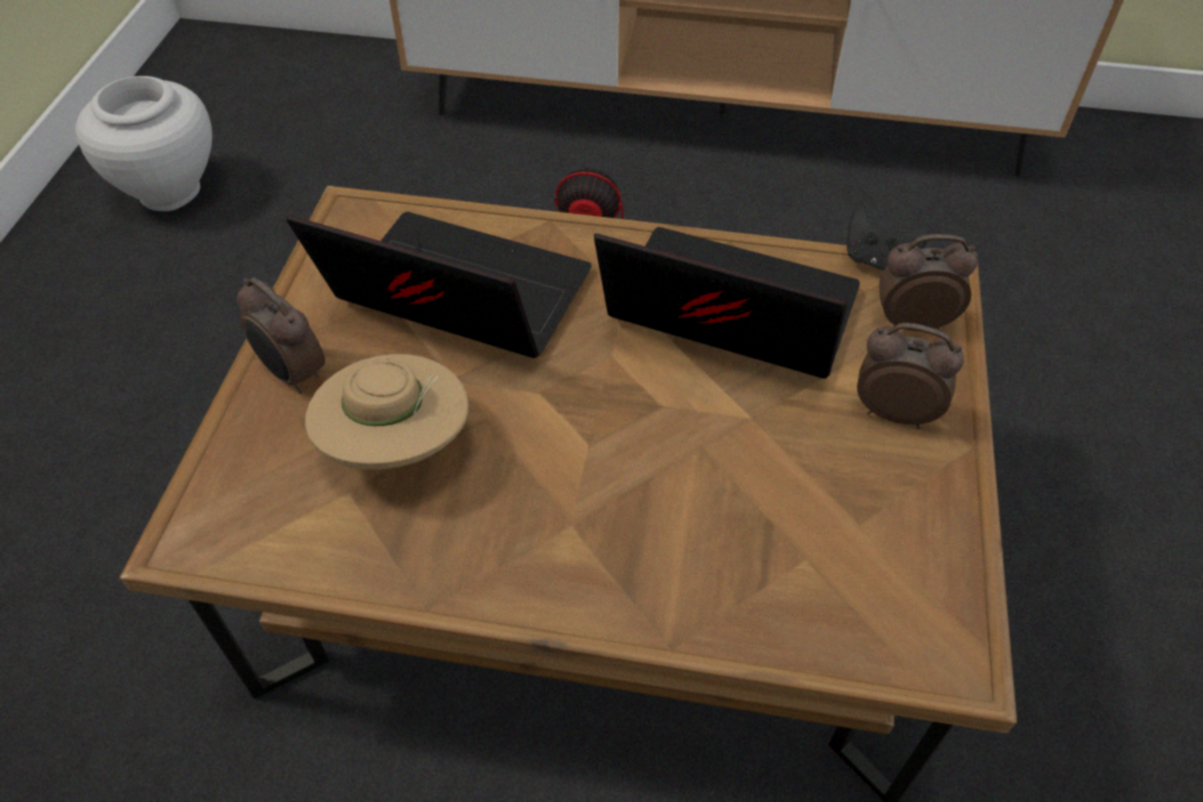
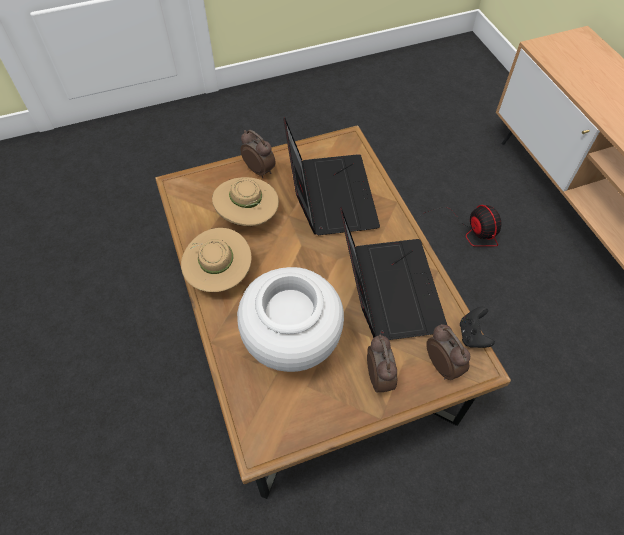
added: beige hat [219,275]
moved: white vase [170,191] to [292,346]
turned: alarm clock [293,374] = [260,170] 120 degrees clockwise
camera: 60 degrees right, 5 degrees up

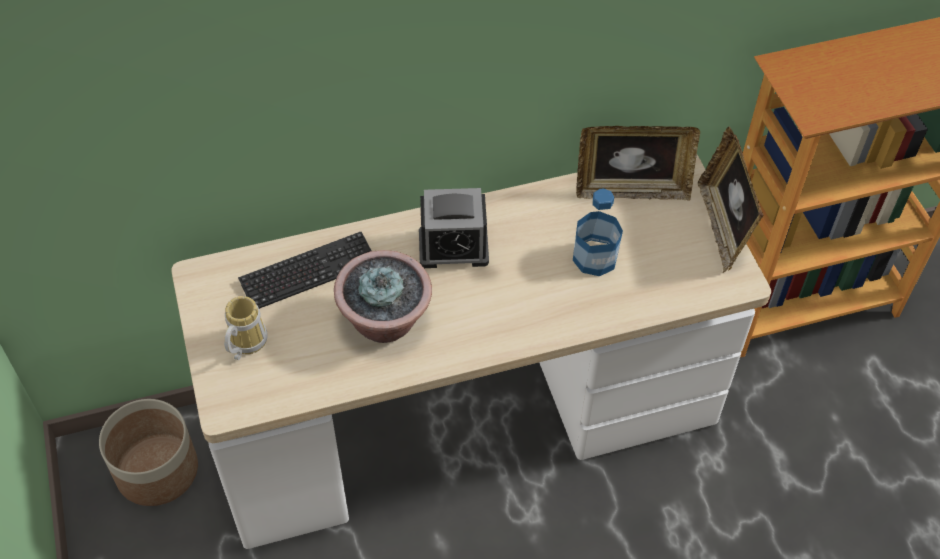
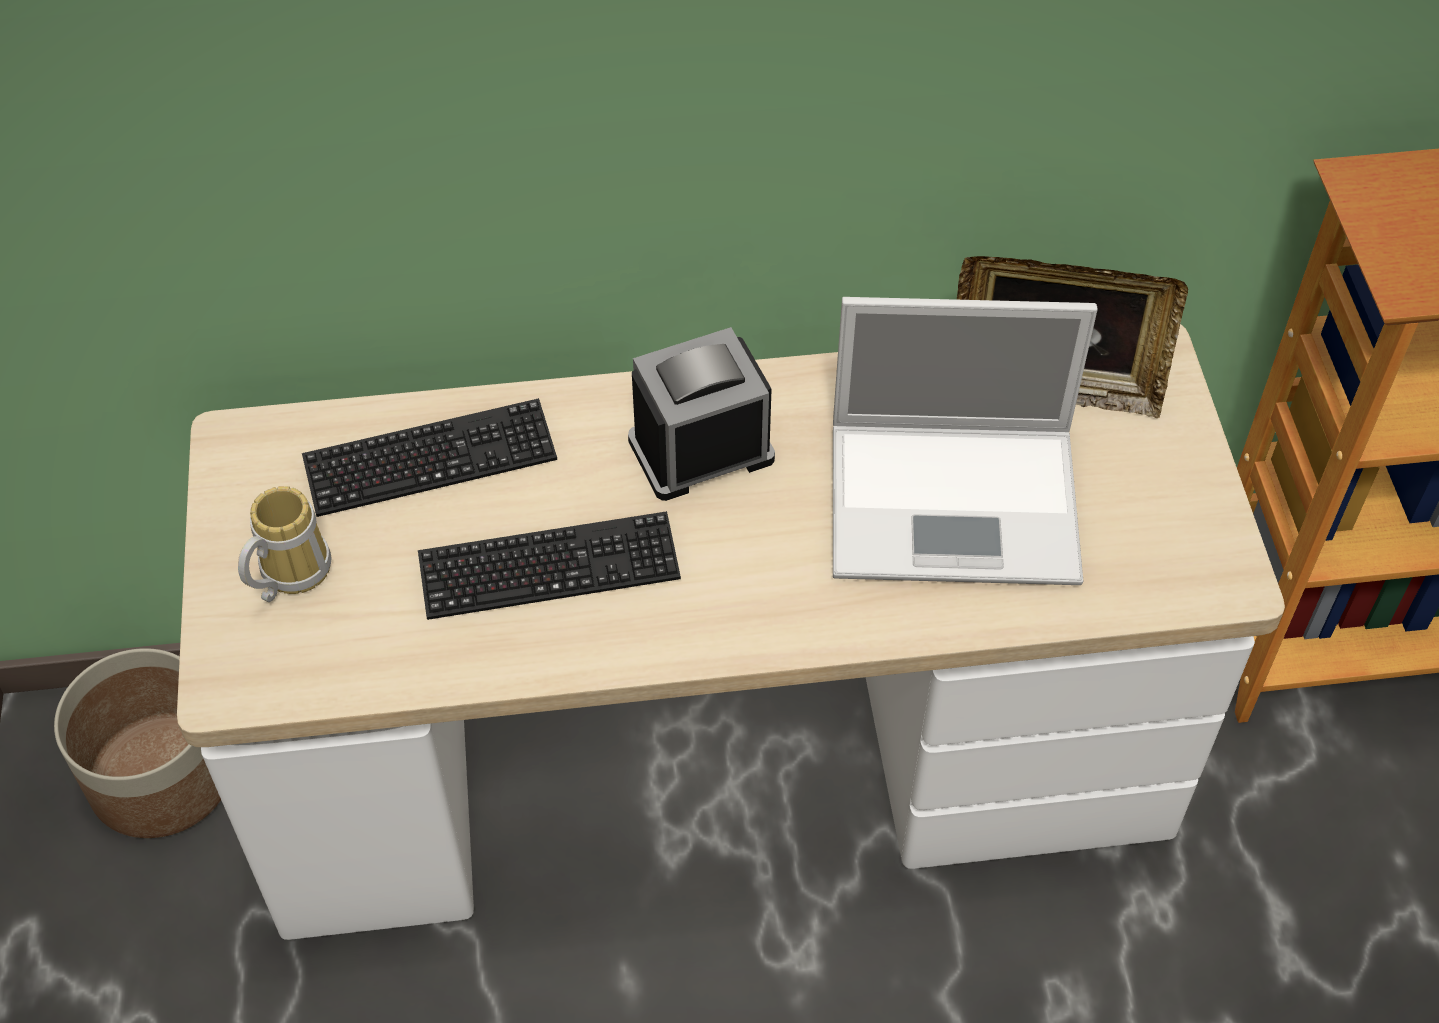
removed: picture frame [722,227]
replaced: bottle [595,258] to laptop [959,502]; potted plant [386,322] to keyboard [549,569]
turned: alarm clock [453,247] = [701,449] 150 degrees clockwise
camera: 10 degrees right, 0 degrees up

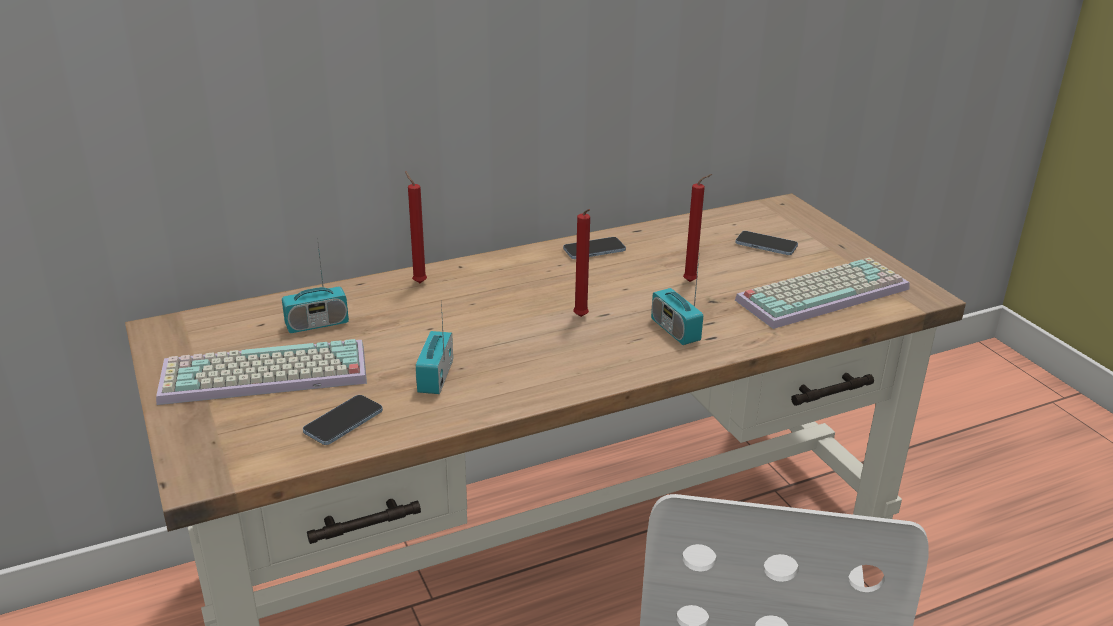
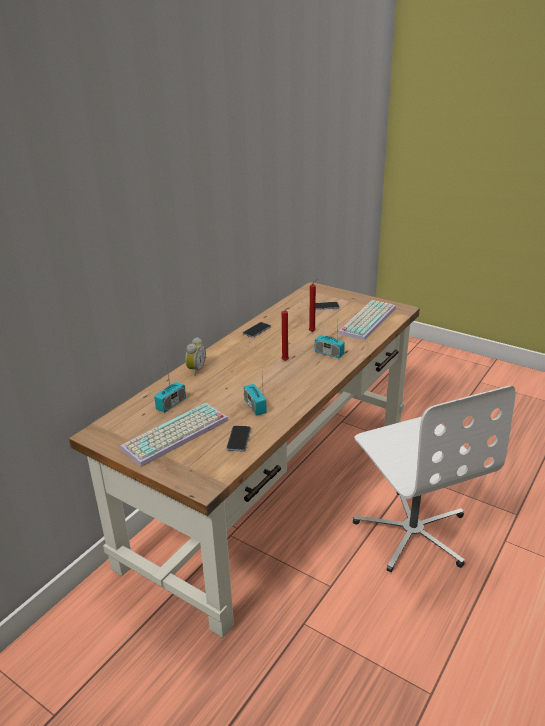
replaced: red candle [418,282] to alarm clock [195,370]
camera: 30 degrees left, 0 degrees up

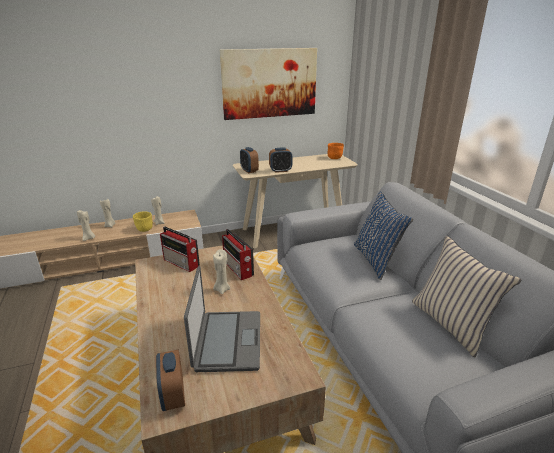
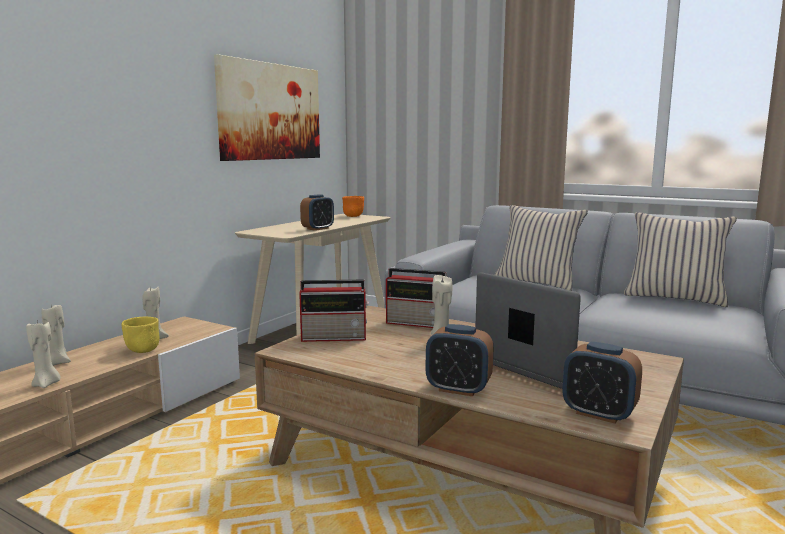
moved: alarm clock [249,171] to [458,389]
recoloured: blue pillow [376,260] to beige pillow [537,282]
camera: 40 degrees left, 15 degrees down

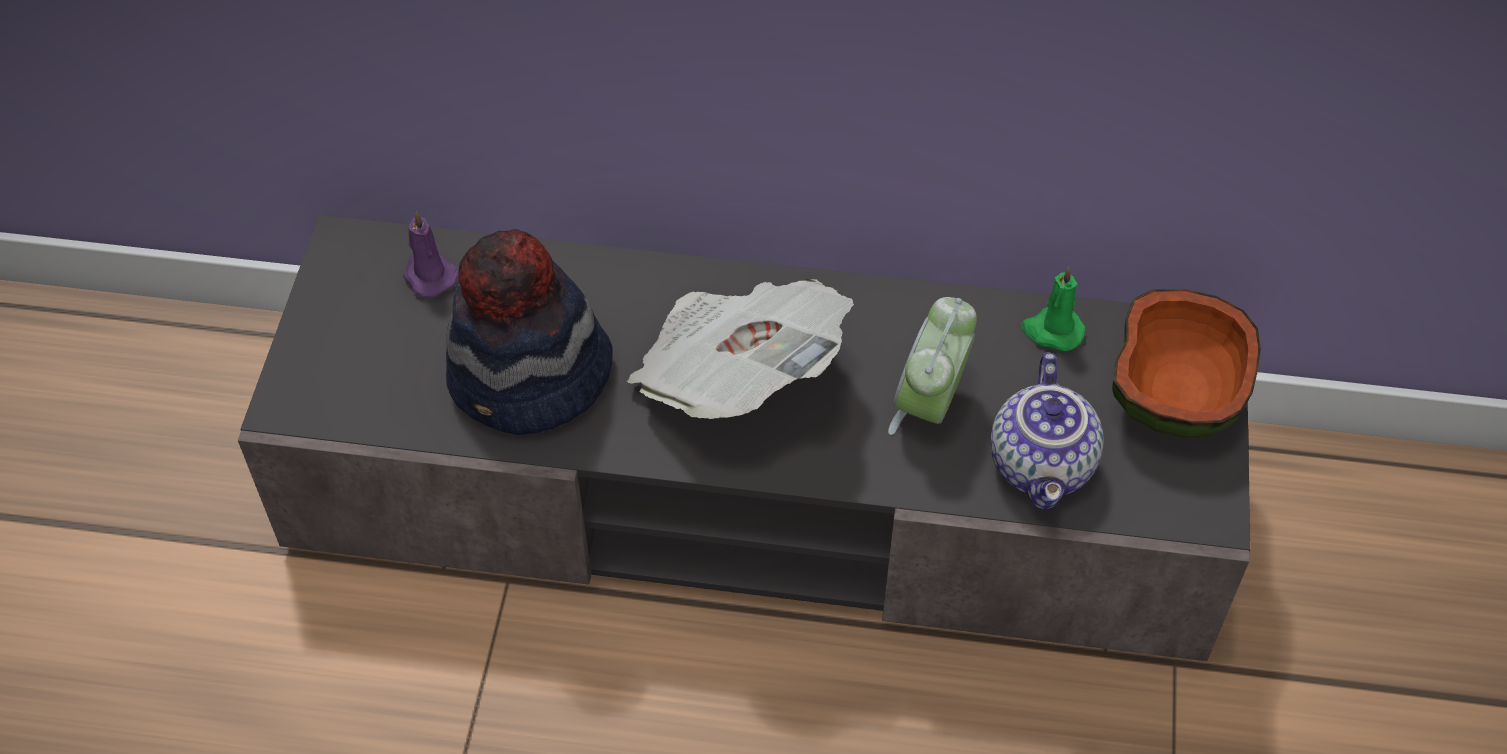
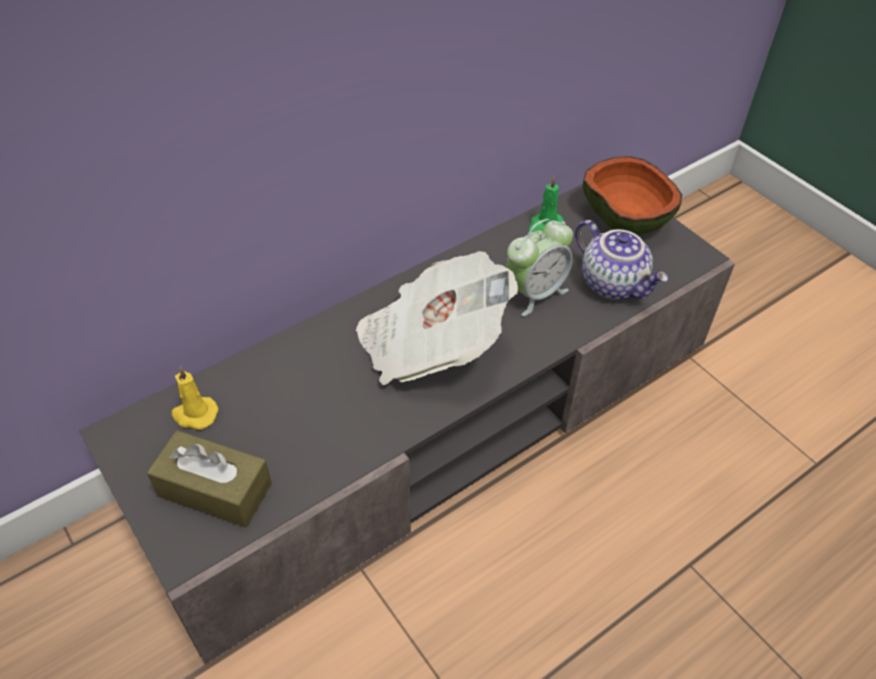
removed: hat [531,379]
added: brown tissue box [215,490]
recoloured: purple candle [429,275] to yellow candle [194,414]
turned: alarm clock [929,405] = [534,293] 105 degrees counterclockwise
camera: 45 degrees left, 5 degrees down

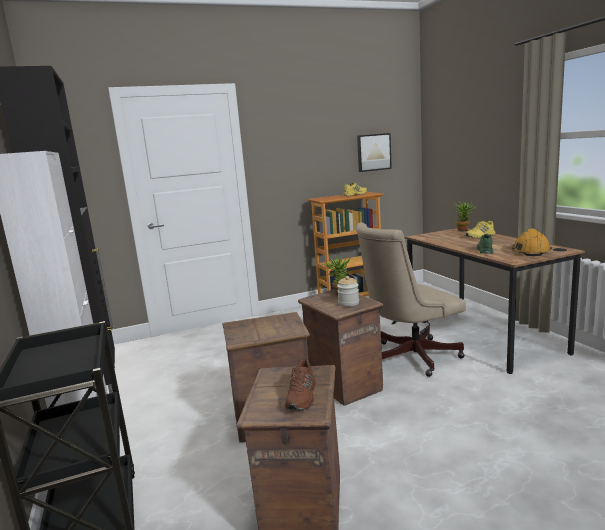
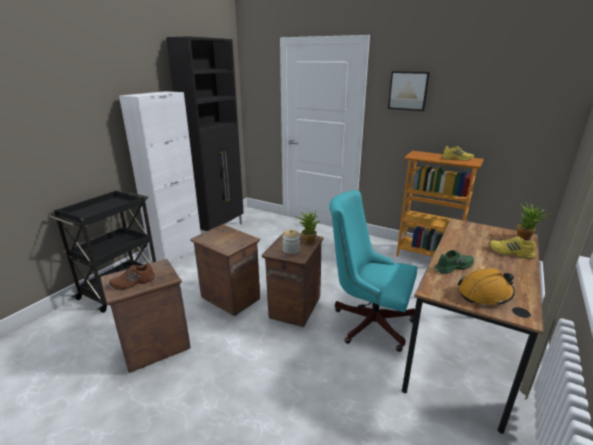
moved: picture [373,152] to [408,90]
recoloured: beige office chair [409,357] to turquoise office chair [368,321]
camera: 50 degrees right, 10 degrees up

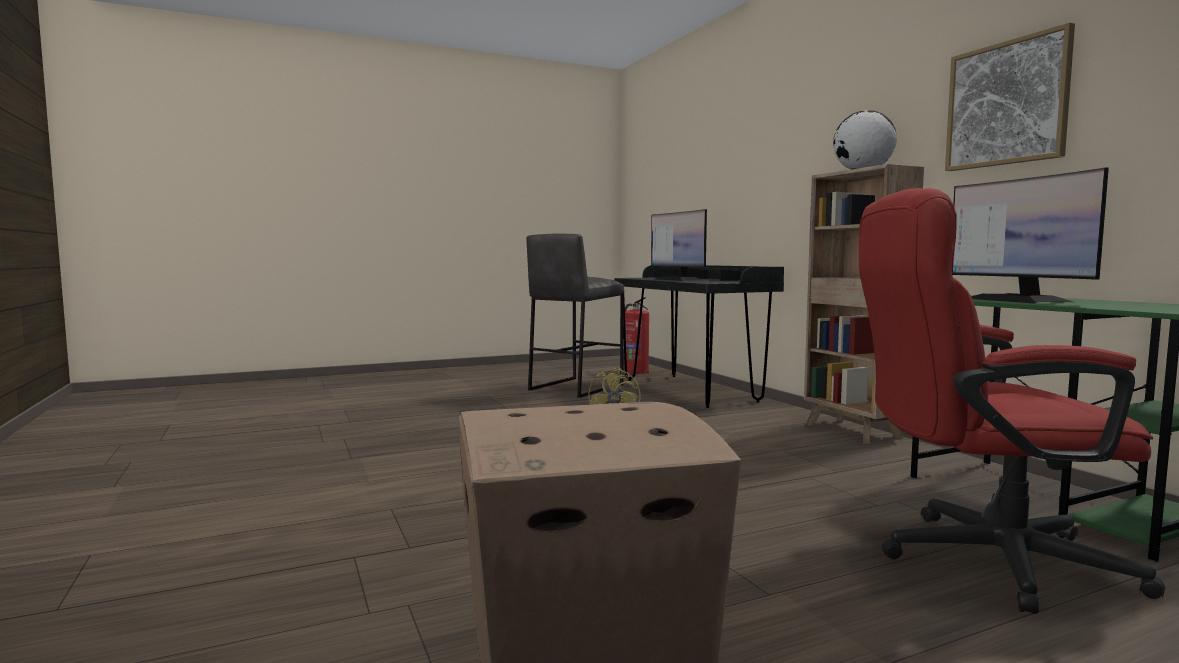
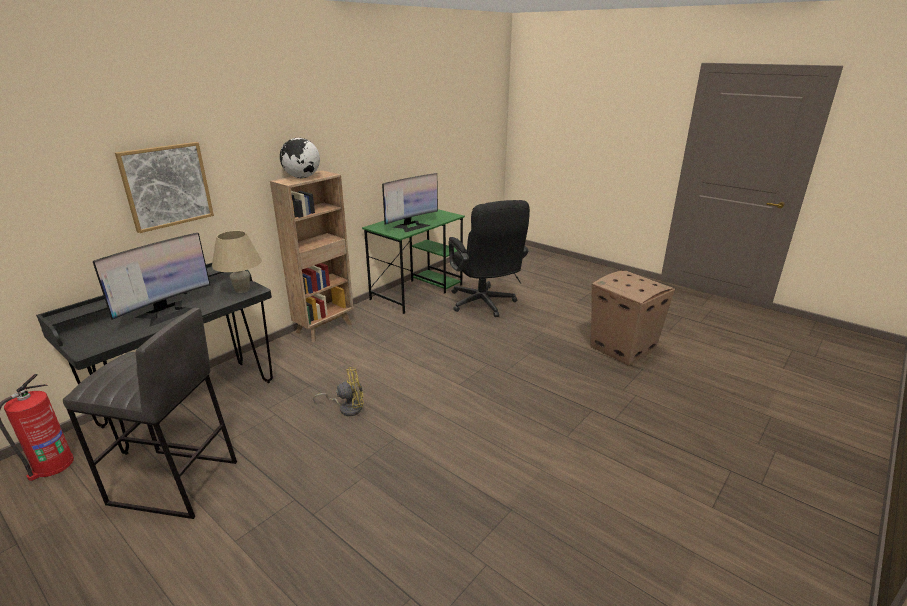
added: beige table lamp [242,290]
moved: picture [1007,104] to [167,186]
recoloured: red office chair [980,559] to black office chair [484,305]
camera: 115 degrees left, 20 degrees up

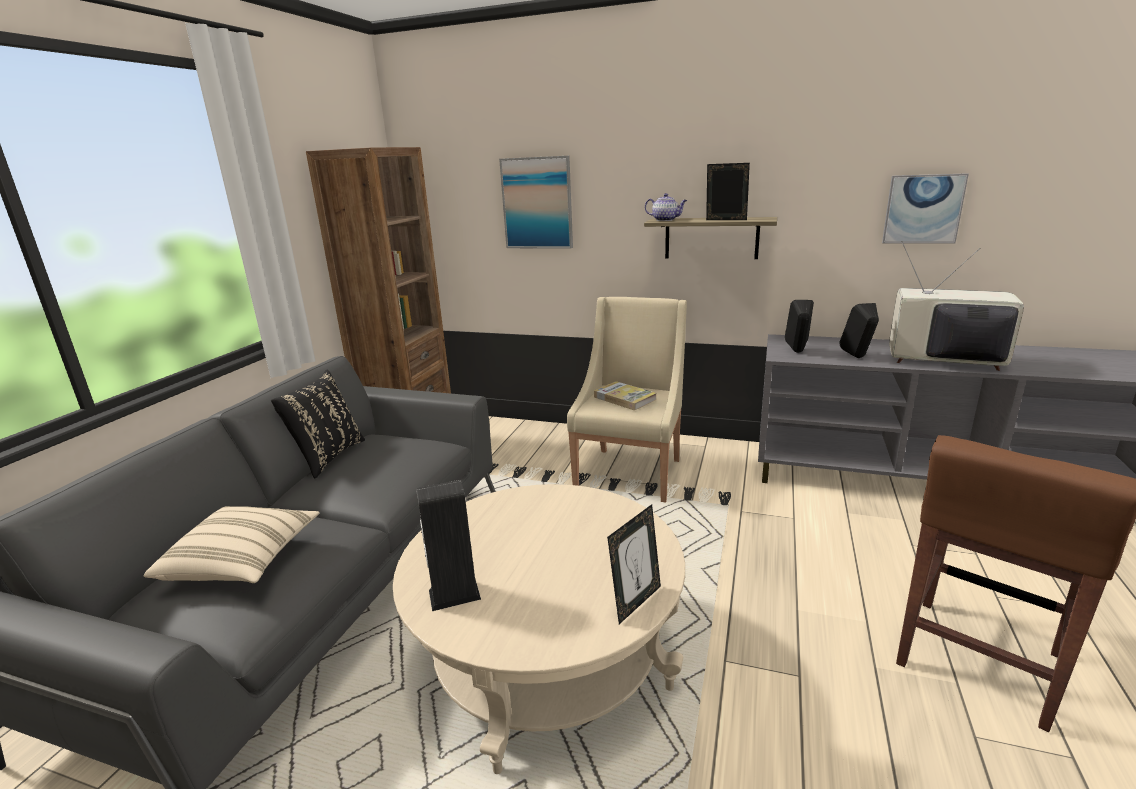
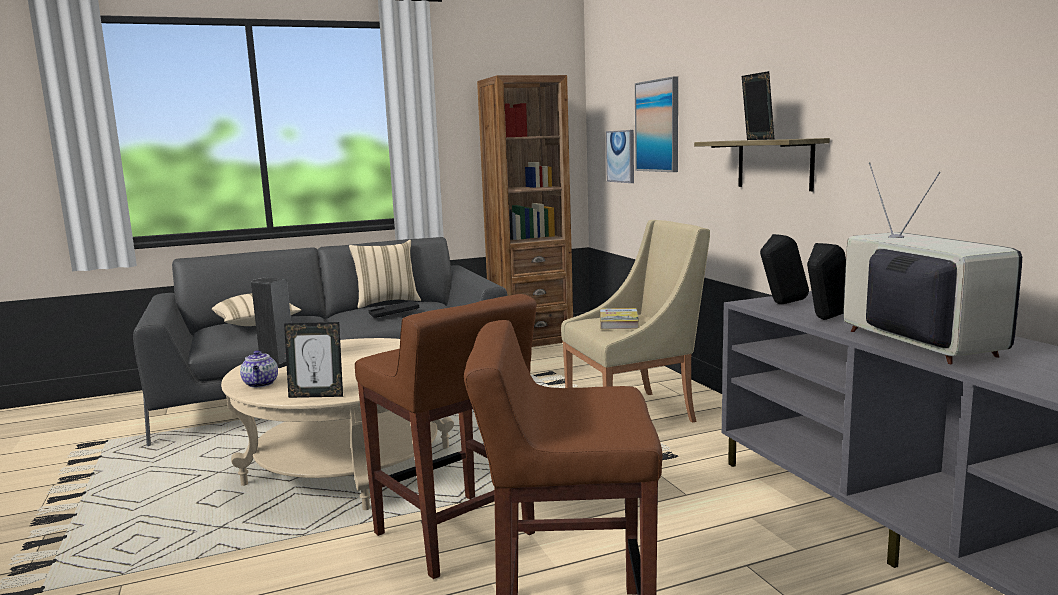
added: brown stool [455,535]; black tray [394,313]
moved: picture [923,209] to [621,156]; teapot [666,220] to [261,384]
recoloured: black pillow [327,457] to beige pillow [387,302]
camera: 50 degrees right, 10 degrees down

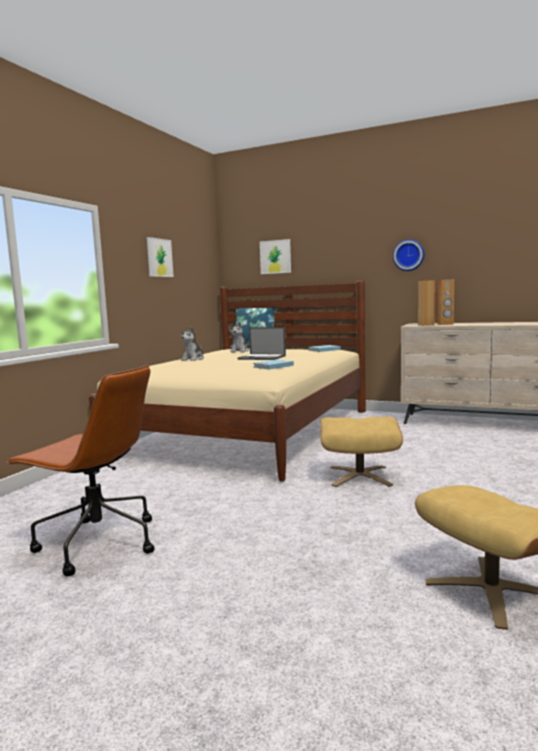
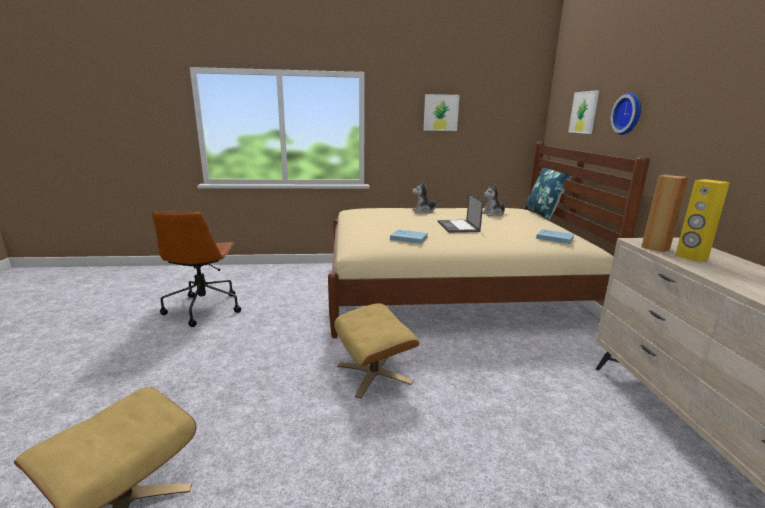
moved: wall clock [408,255] to [629,114]
recoloured: brown speaker [445,324] to yellow speaker [691,257]
camera: 60 degrees right, 10 degrees up

